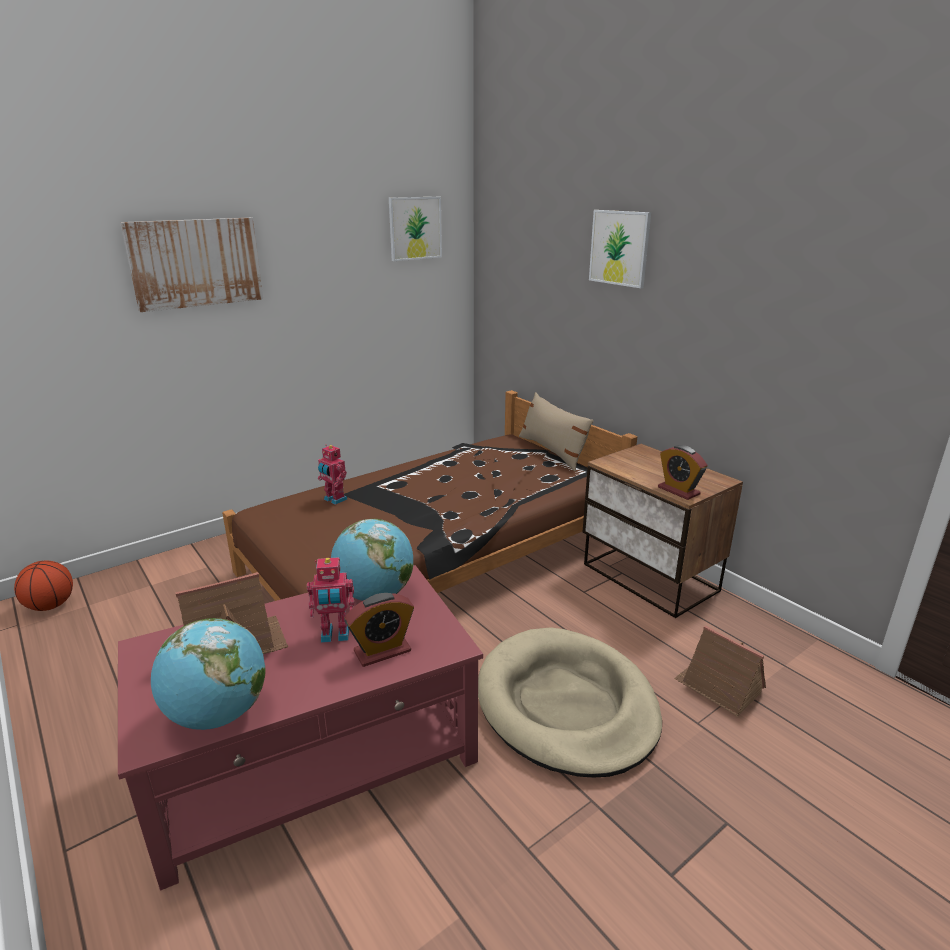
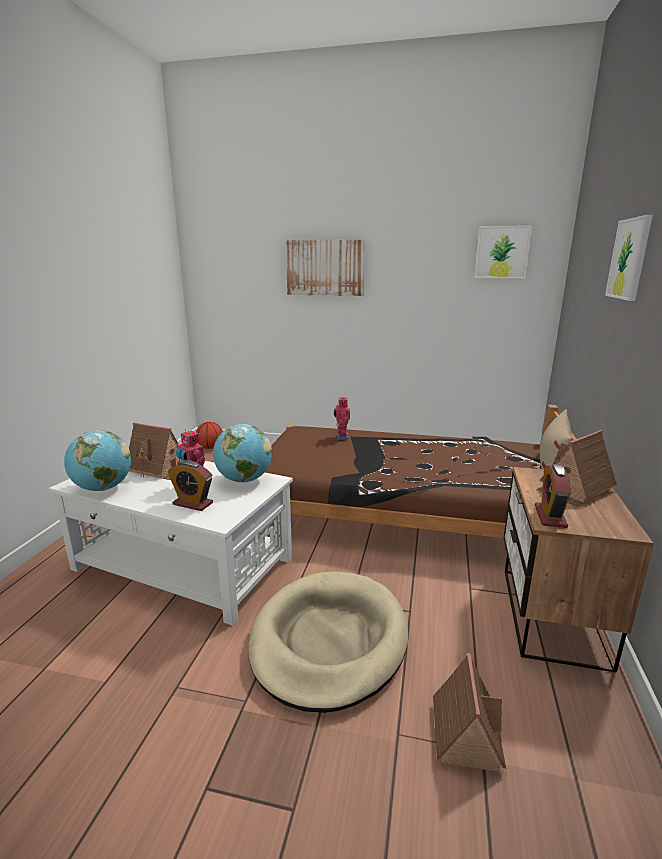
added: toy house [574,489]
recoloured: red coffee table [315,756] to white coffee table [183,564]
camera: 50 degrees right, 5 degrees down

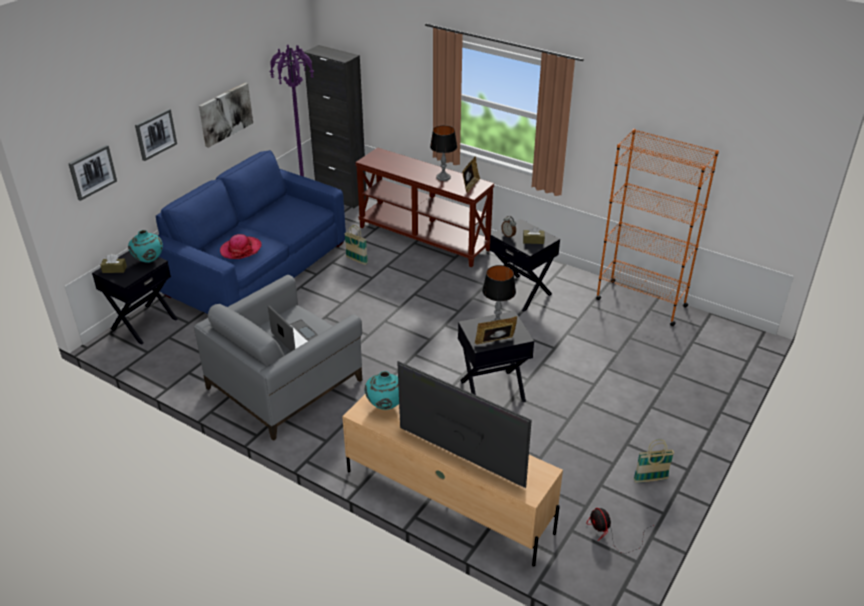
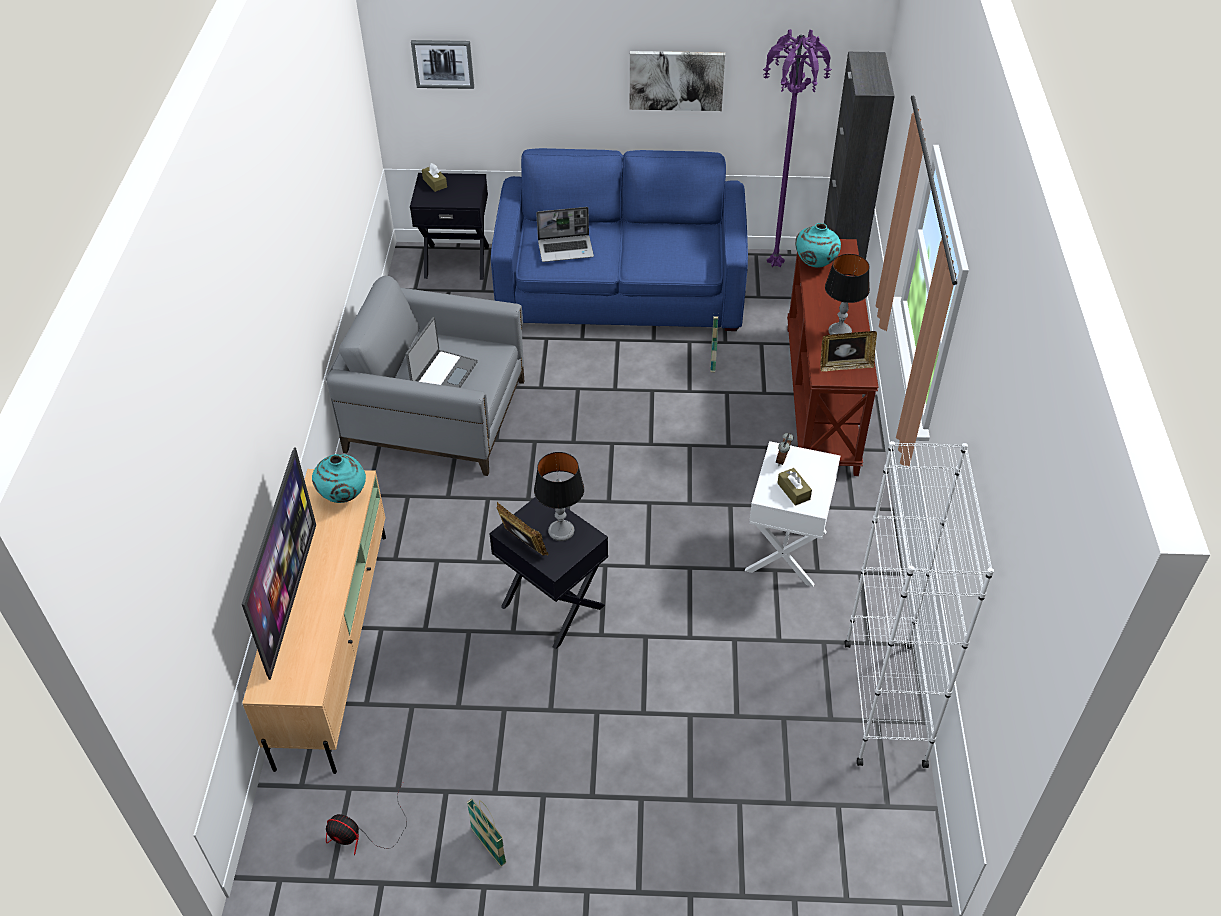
removed: picture [155,134]
moved: turquoise vase [149,261] to [814,265]
replaced: hat [241,249] to laptop [566,249]
recoloured: orange bookcase [640,302] to white bookcase [884,702]; black side table [521,292] to white side table [787,551]
turned: fan [611,534] = [363,834] 105 degrees counterclockwise
camera: 60 degrees right, 10 degrees up

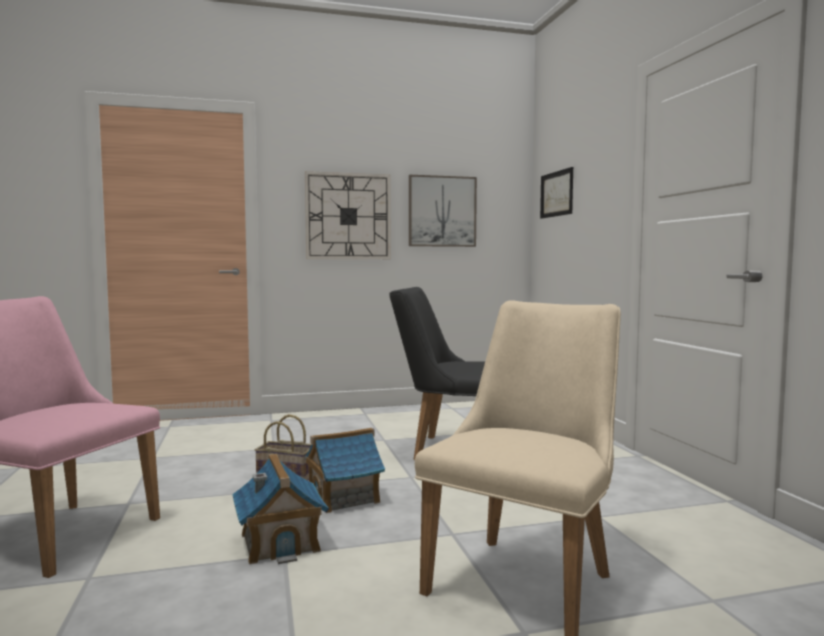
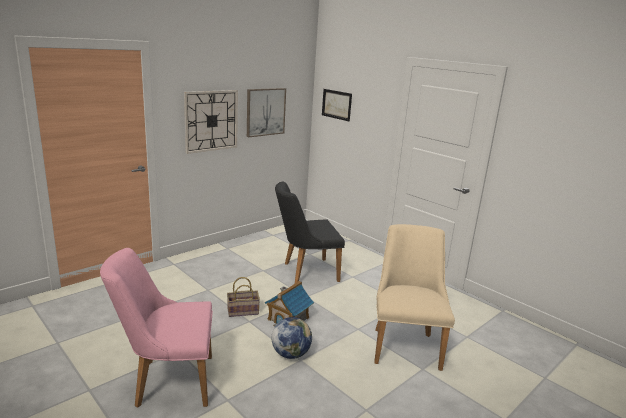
replaced: toy house [280,542] to globe [290,354]
camera: 30 degrees left, 15 degrees up

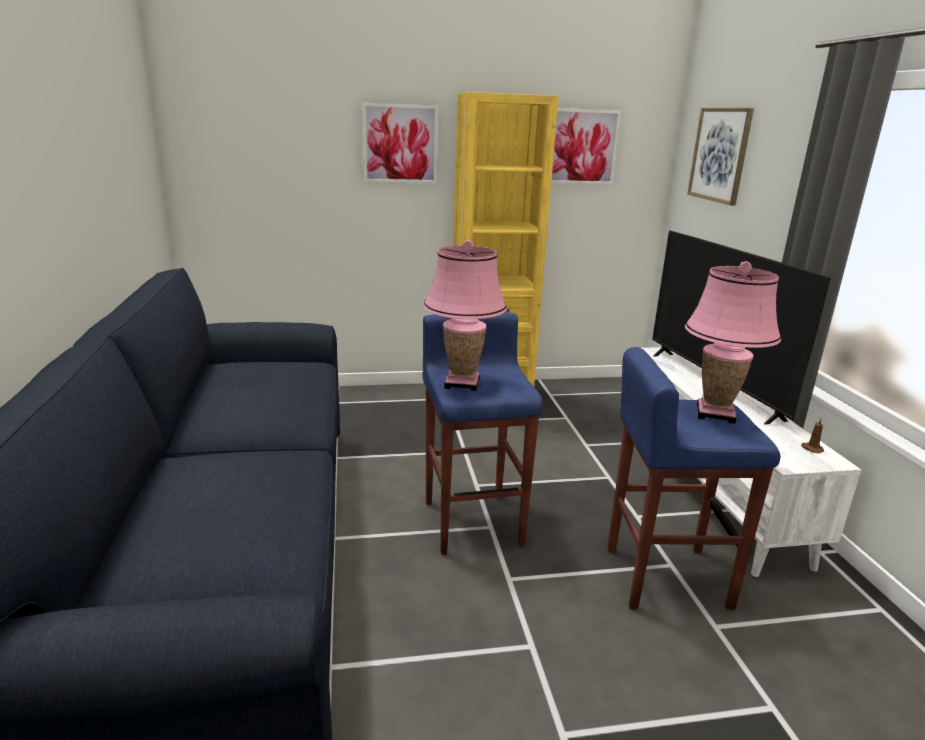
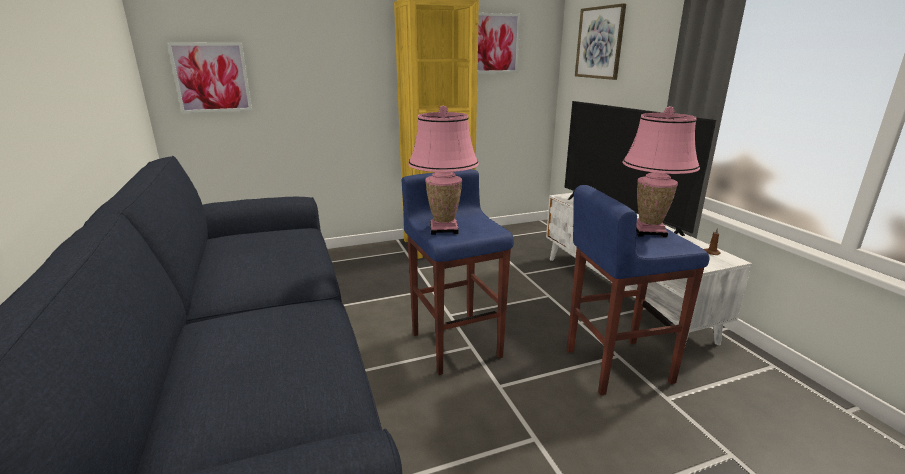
moved: picture [400,144] to [211,77]
camera: 10 degrees left, 0 degrees up

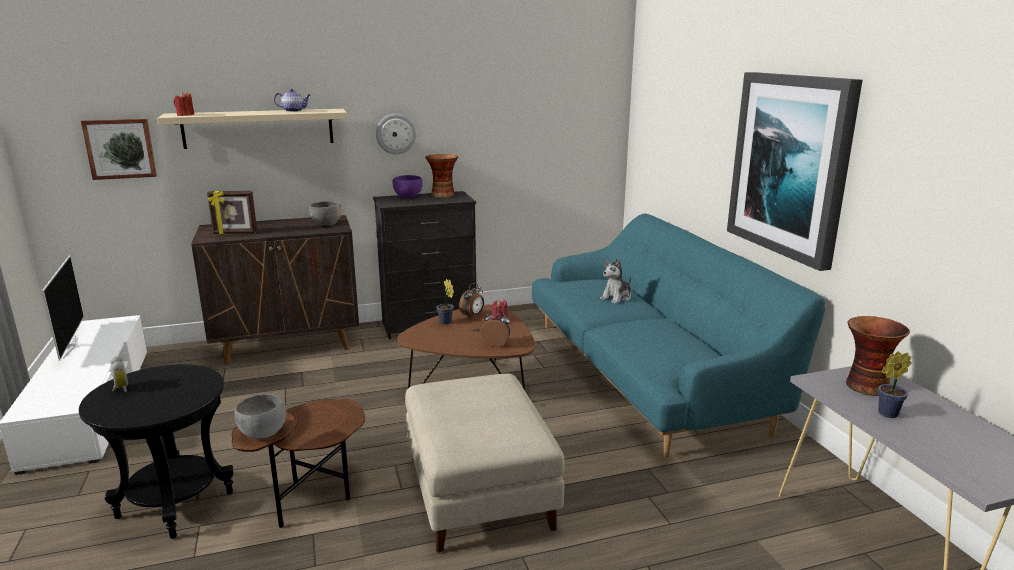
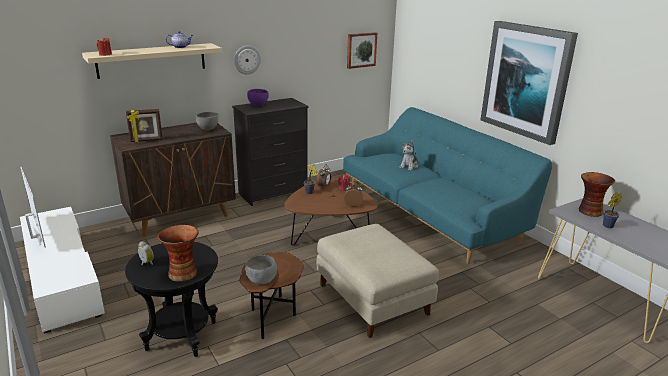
moved: picture [120,148] to [361,50]; vase [442,195] to [182,273]
camera: 15 degrees left, 5 degrees up

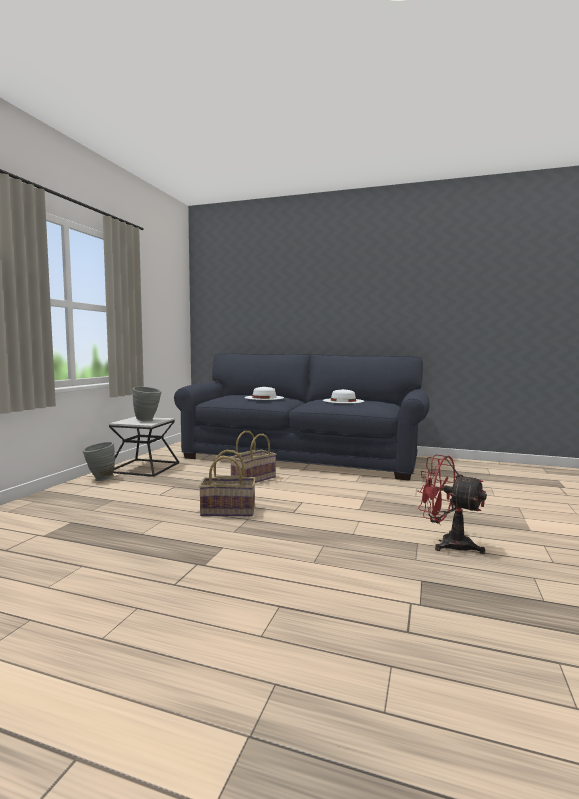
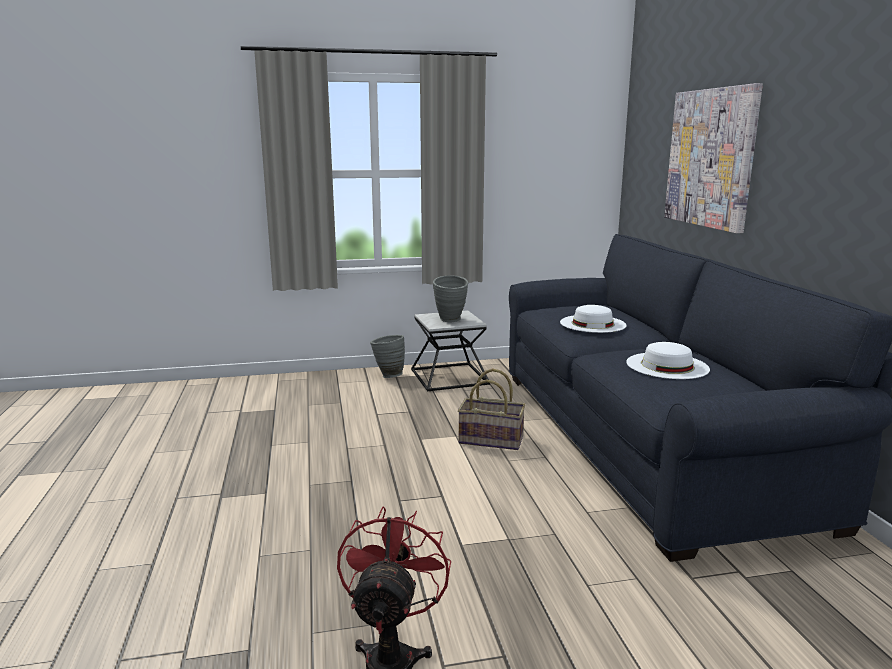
removed: basket [228,511]
added: picture [711,158]
camera: 60 degrees right, 10 degrees up

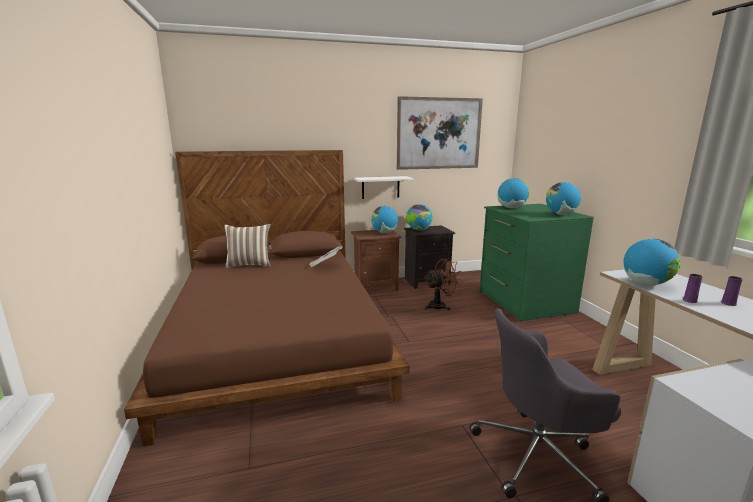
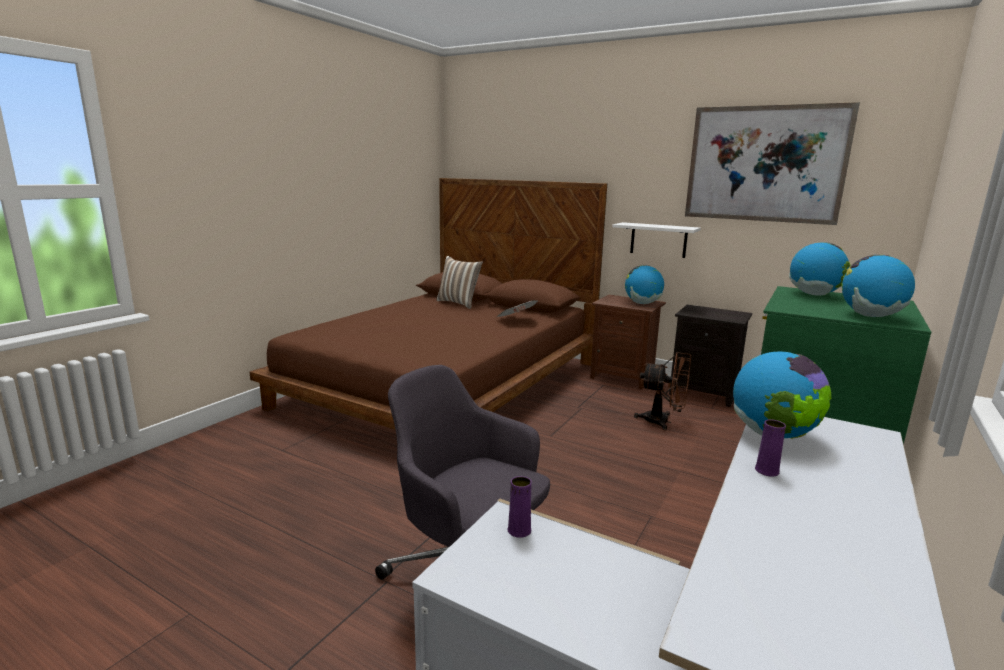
removed: globe [418,230]
moved: purple vase [728,303] to [519,530]
camera: 45 degrees right, 0 degrees up

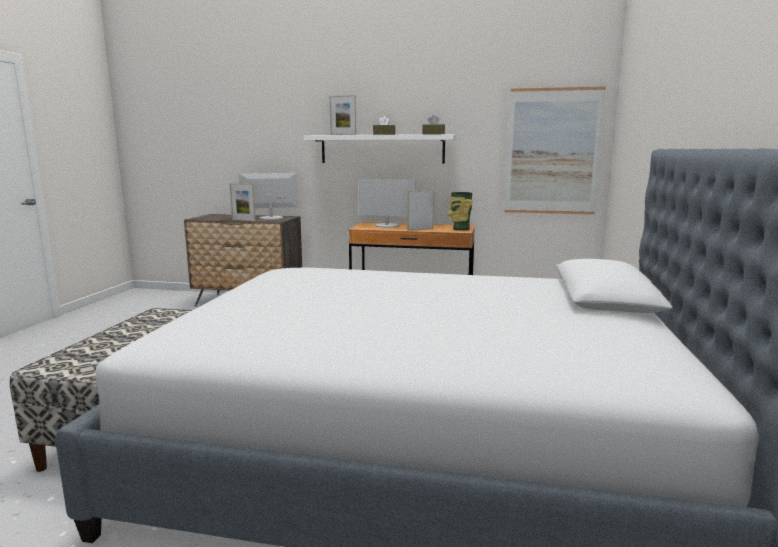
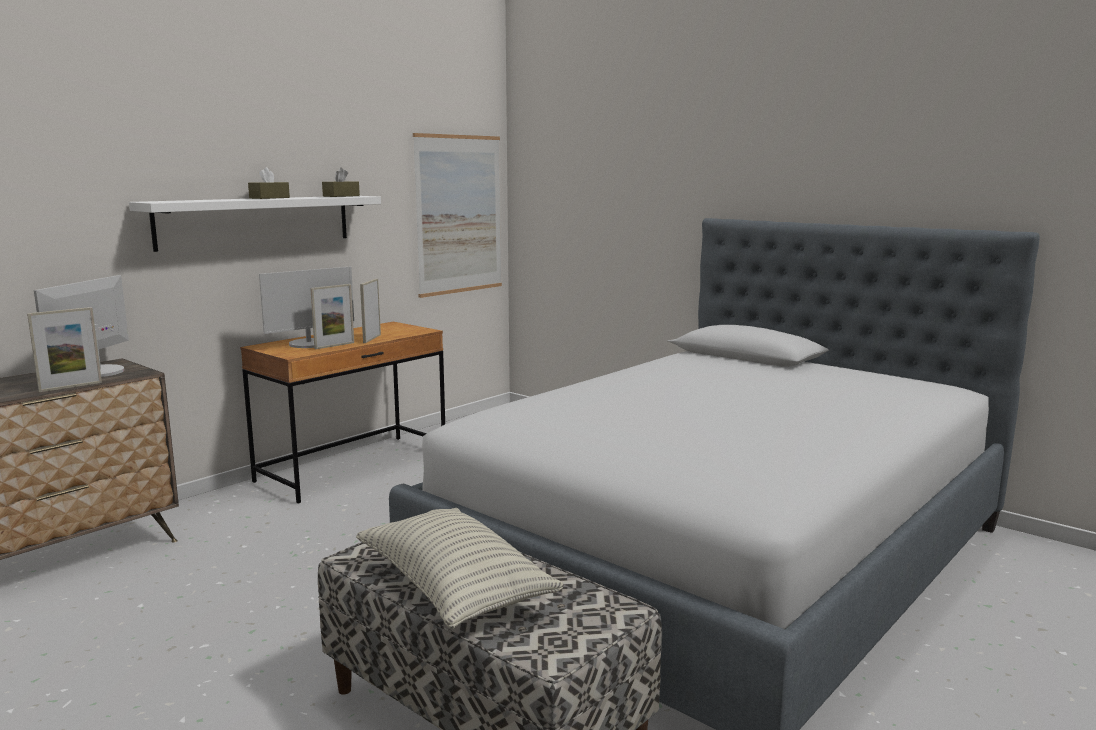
removed: vase [460,229]
added: pillow [454,589]
moved: picture frame [343,134] to [334,345]
camera: 60 degrees left, 0 degrees up

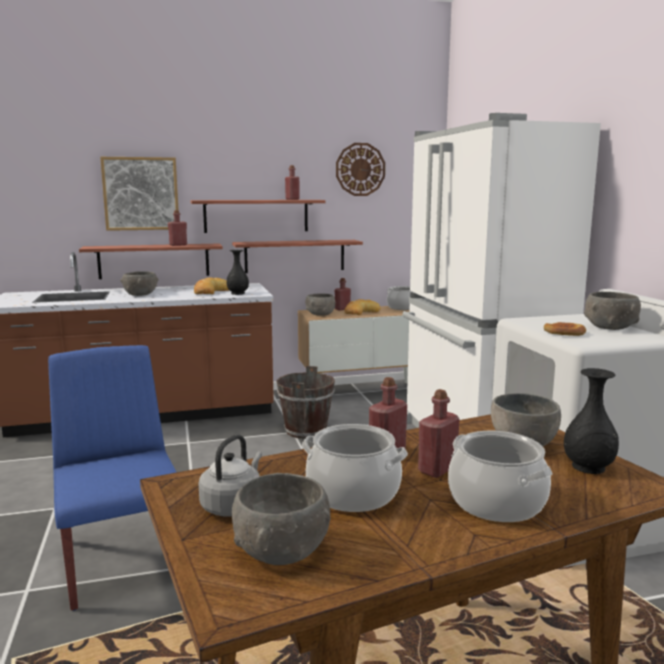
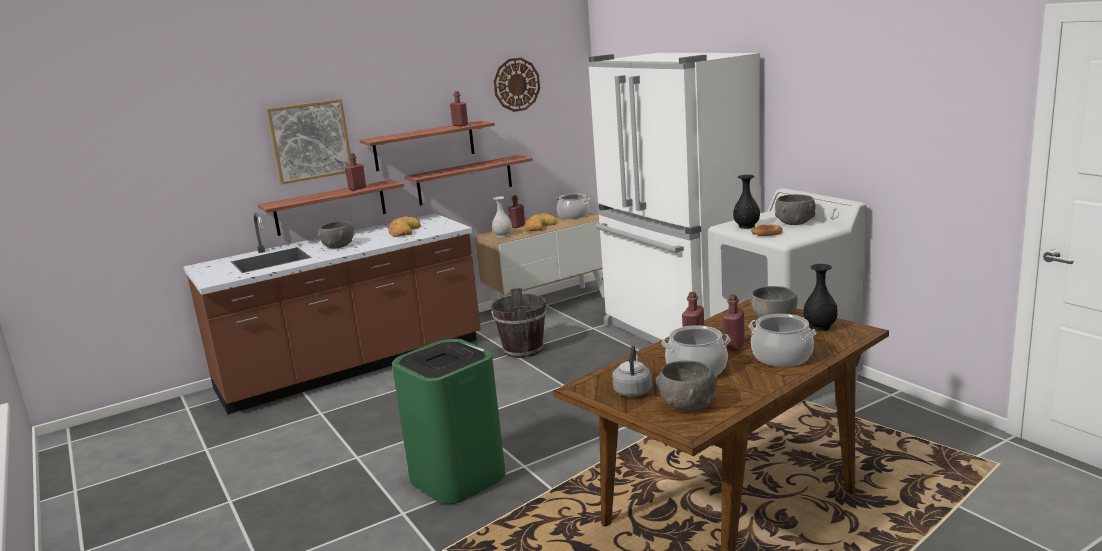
moved: black vase [237,293] to [746,226]
replaced: grey bowl [320,314] to white vase [502,236]; blue chair [122,559] to green trash can [458,477]
camera: 15 degrees left, 5 degrees up

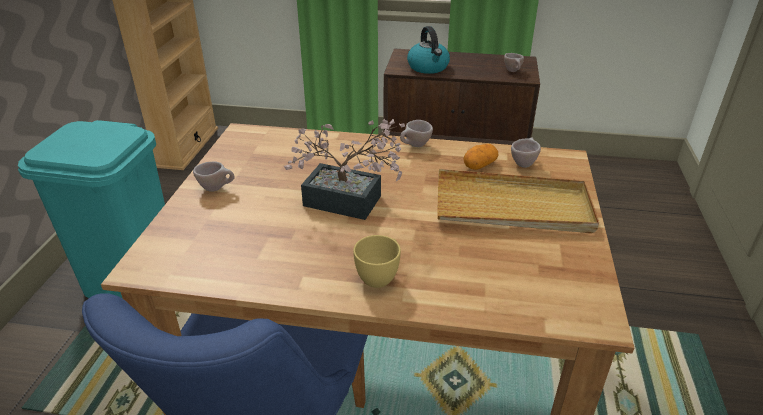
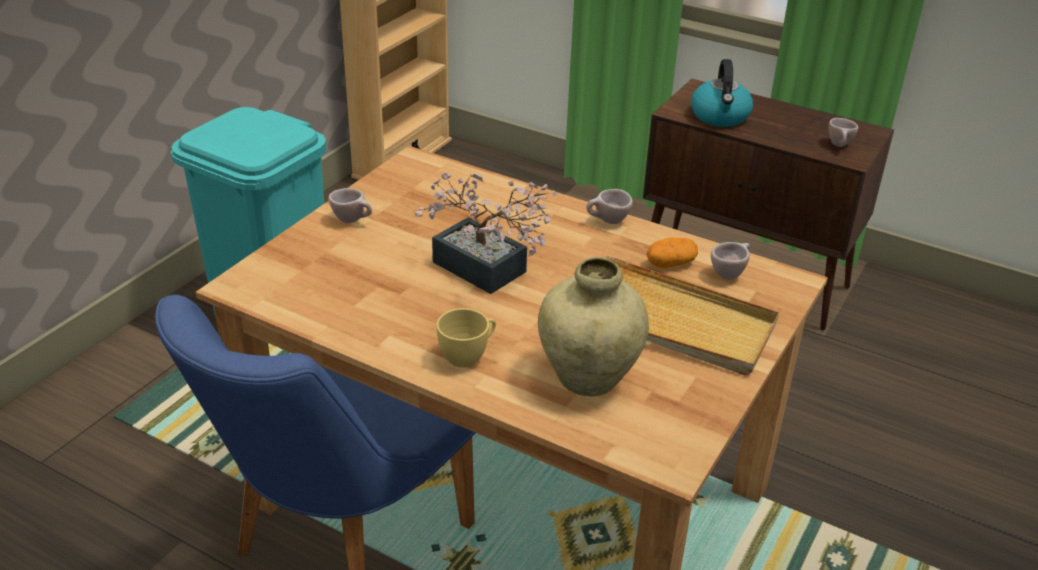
added: beige vase [588,378]
camera: 20 degrees right, 0 degrees up

